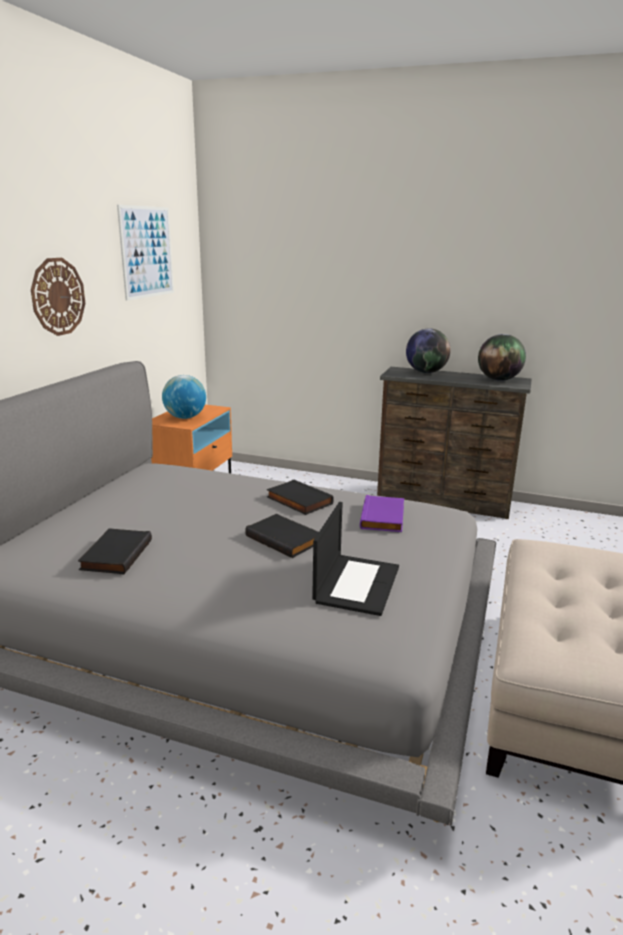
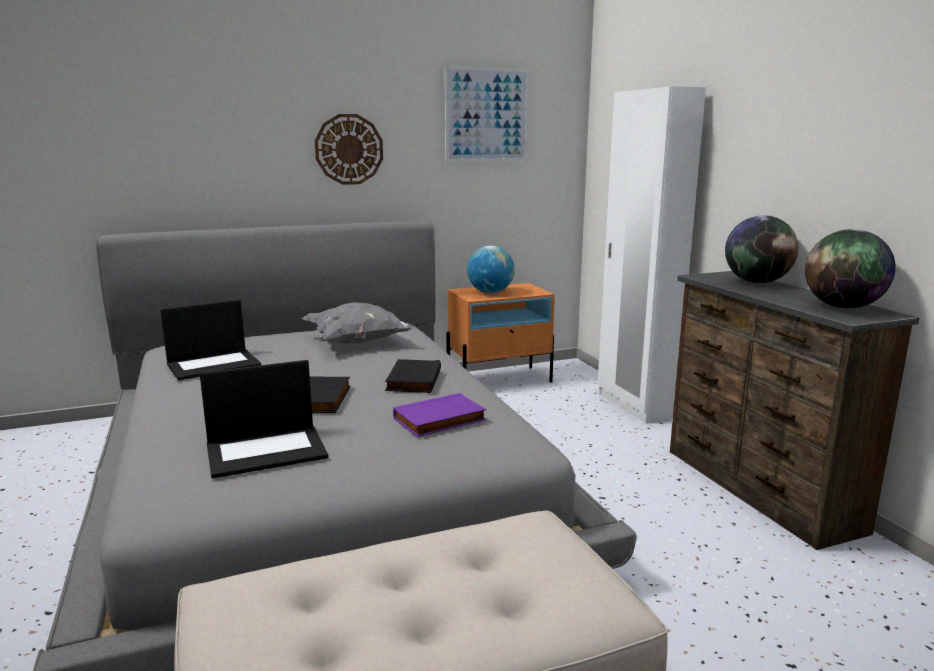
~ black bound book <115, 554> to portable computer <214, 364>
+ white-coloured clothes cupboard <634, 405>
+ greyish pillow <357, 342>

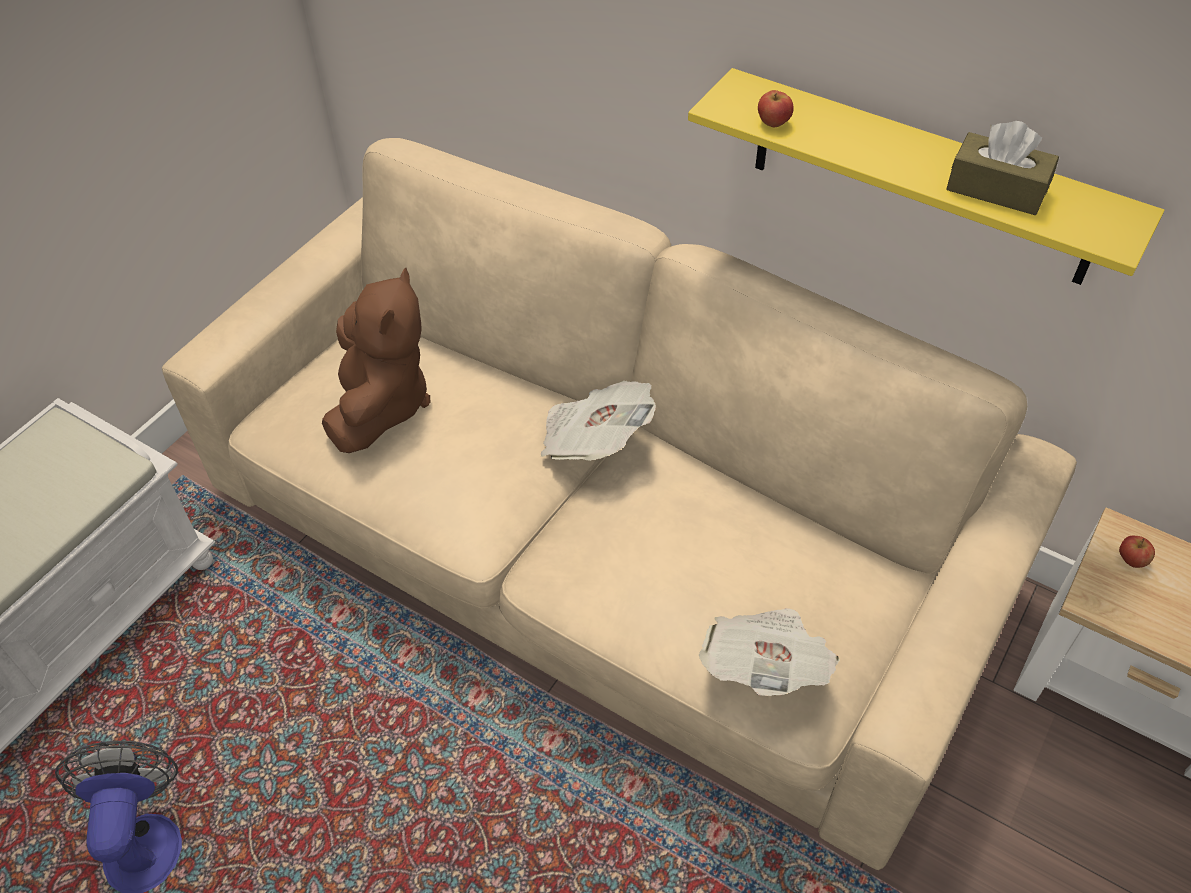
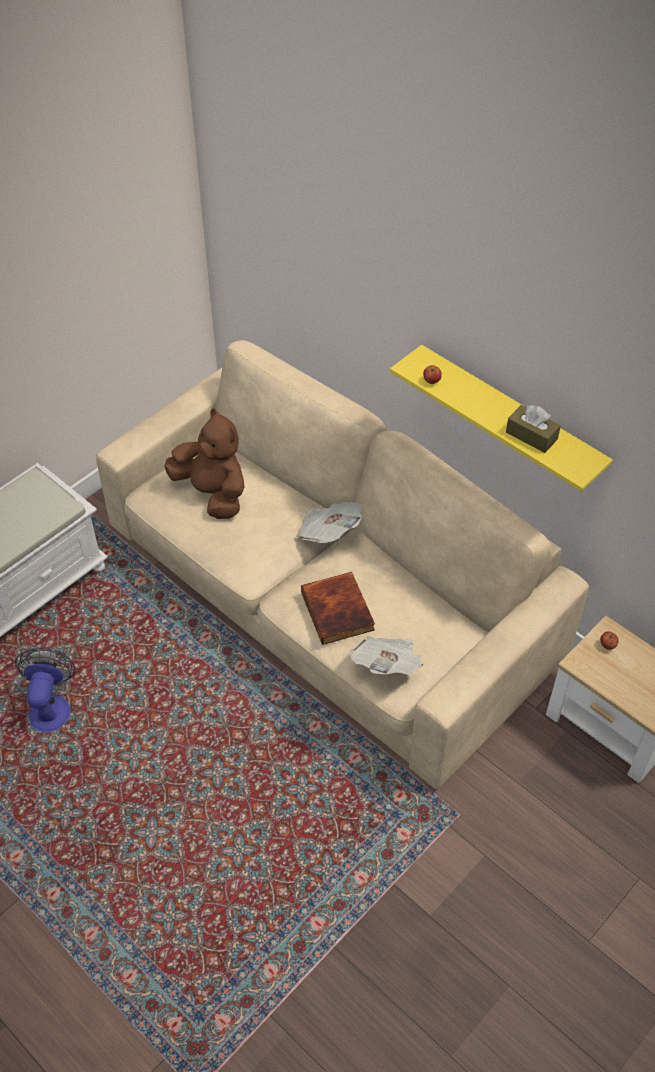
~ brown-coloured plush toy <380, 404> = <212, 493> 60 degrees counterclockwise
+ bound book <339, 611>

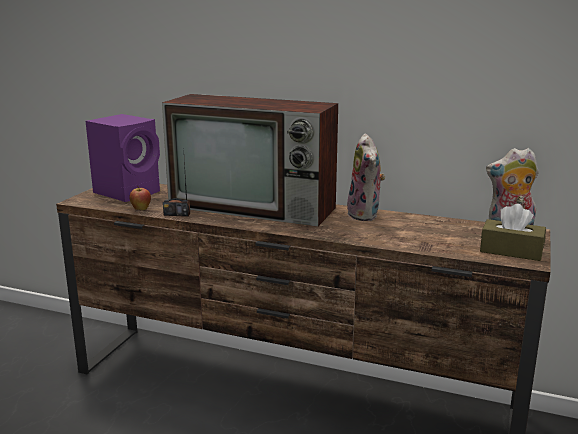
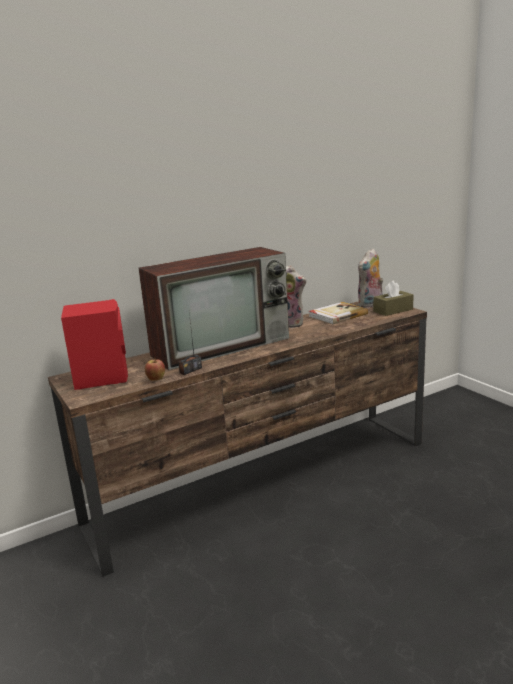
~ purplish speaker <129, 192> to red speaker <101, 377>
+ bound book <337, 315>

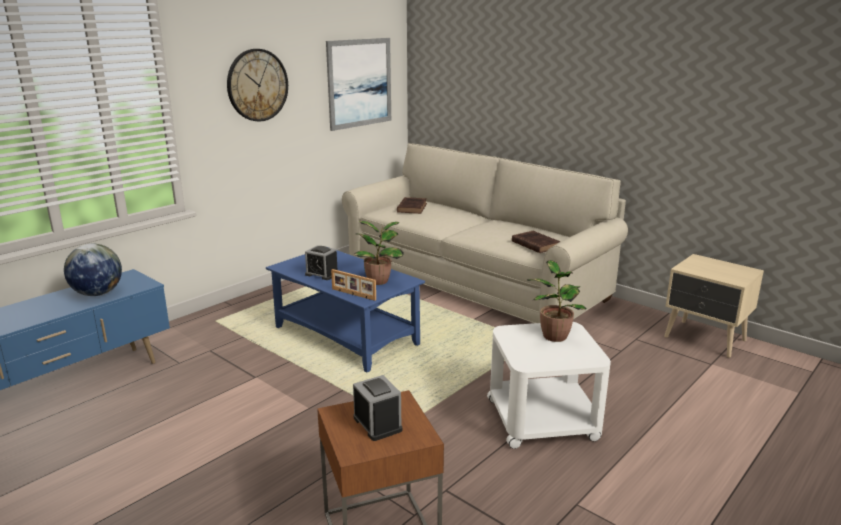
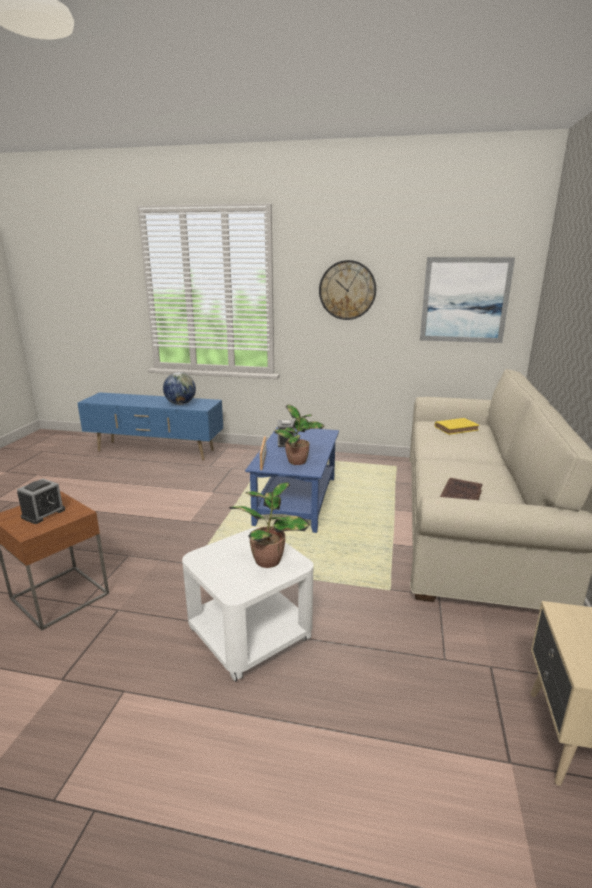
~ brown-coloured bound book <412, 207> to yellowish bound book <457, 428>

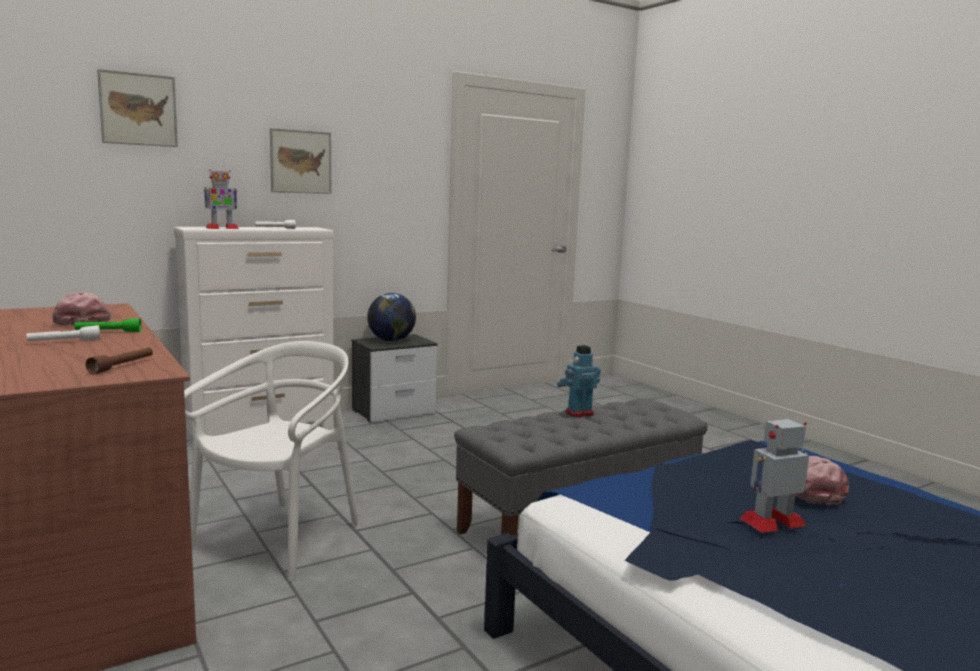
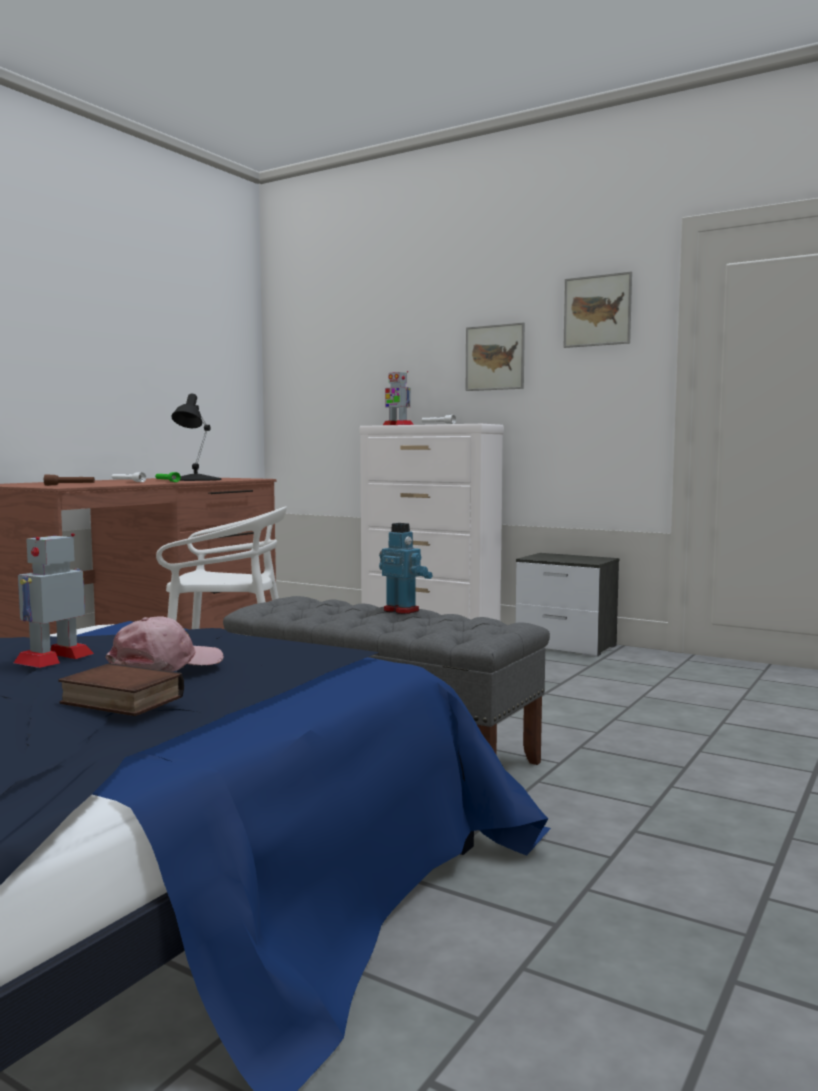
~ wall art <138, 109> to <597, 310>
~ pink baseball cap <81, 321> to black table lamp <195, 480>
- world globe <391, 341>
~ robot figure <772, 521> = <55, 658> 105 degrees counterclockwise
+ bound book <118, 701>

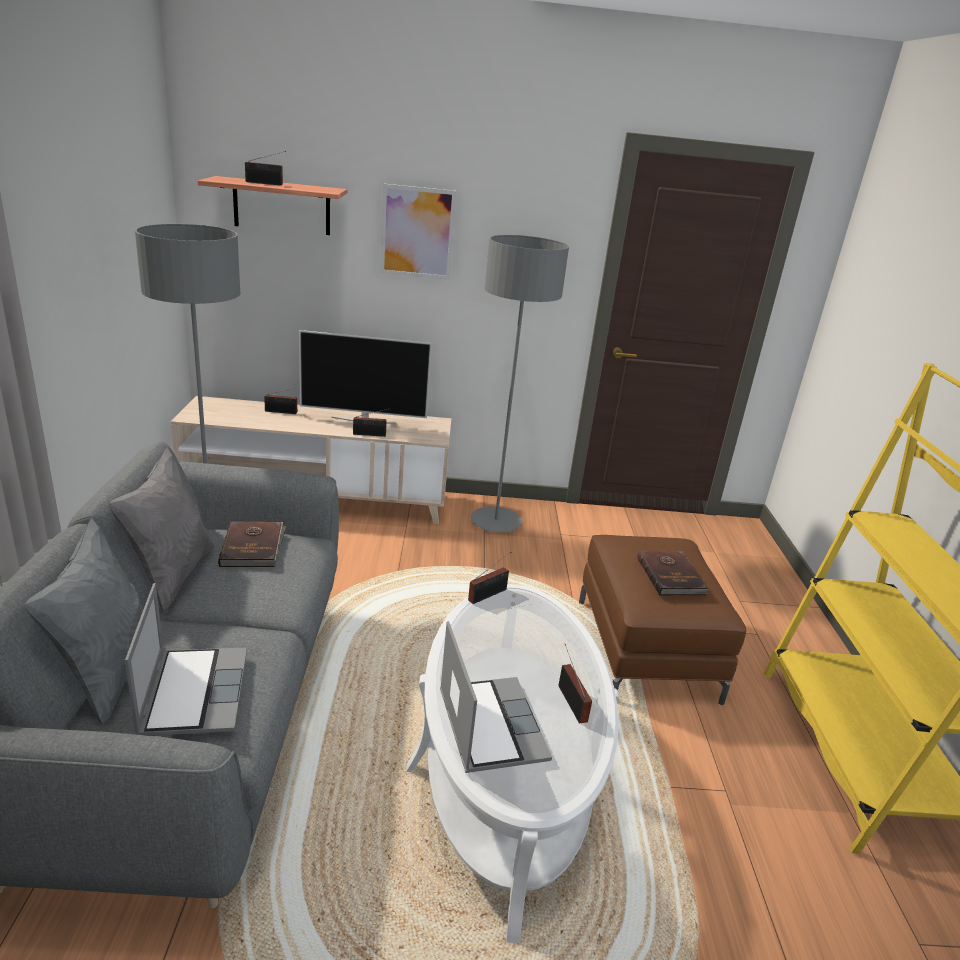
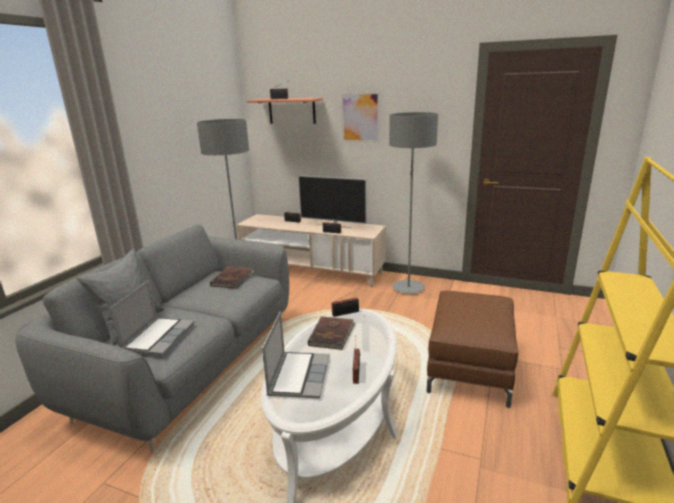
- greyish pillow <172, 575>
~ brown-coloured bound book <671, 575> to <332, 334>

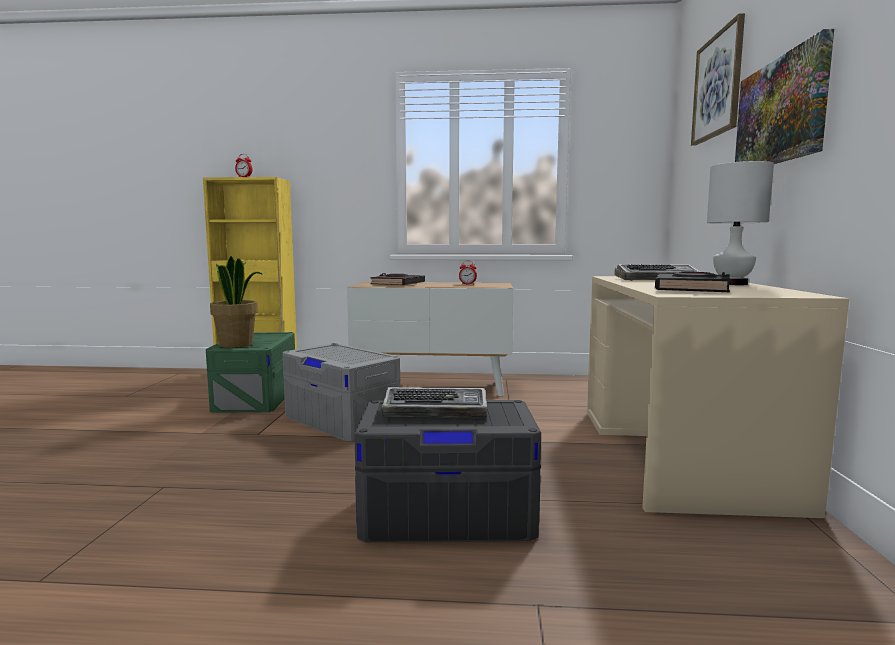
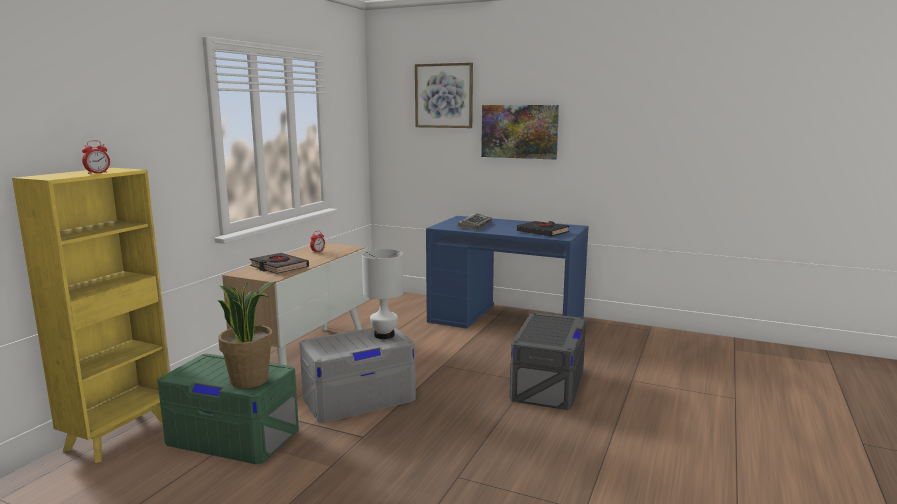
~ white-coloured table lamp <731, 284> to <384, 335>
~ sand-coloured desk unit <678, 453> to blue desk unit <505, 320>
- PC keyboard <436, 411>

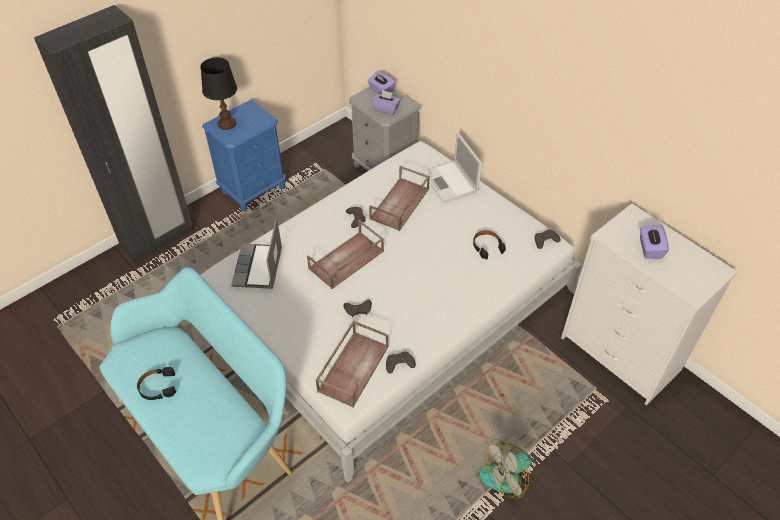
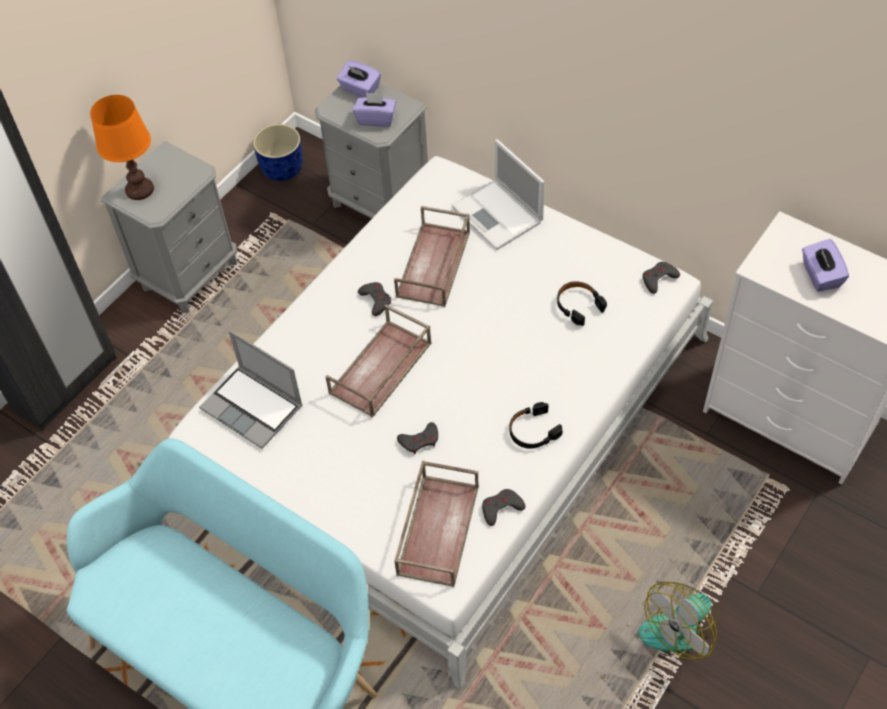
~ black table lamp <227, 124> to orange table lamp <140, 189>
~ blue nightstand <254, 189> to greyish nightstand <190, 274>
~ portable computer <258, 268> = <254, 407> 45 degrees counterclockwise
~ black pair of headphones <157, 387> to <533, 431>
+ blue plant pot <283, 169>

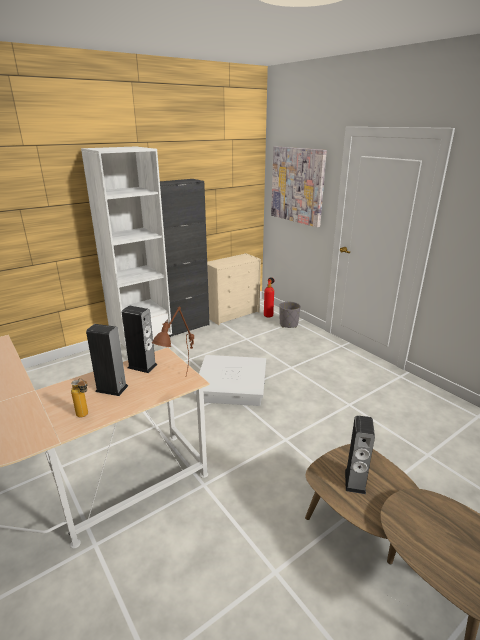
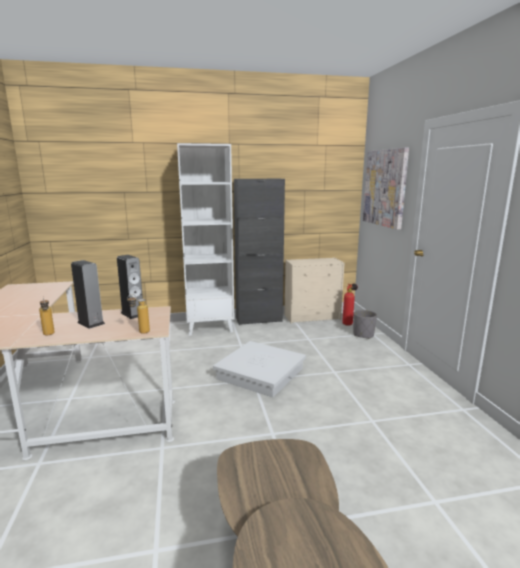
~ brown-coloured table lamp <179, 387> to bottle <140, 332>
- speaker <355, 481>

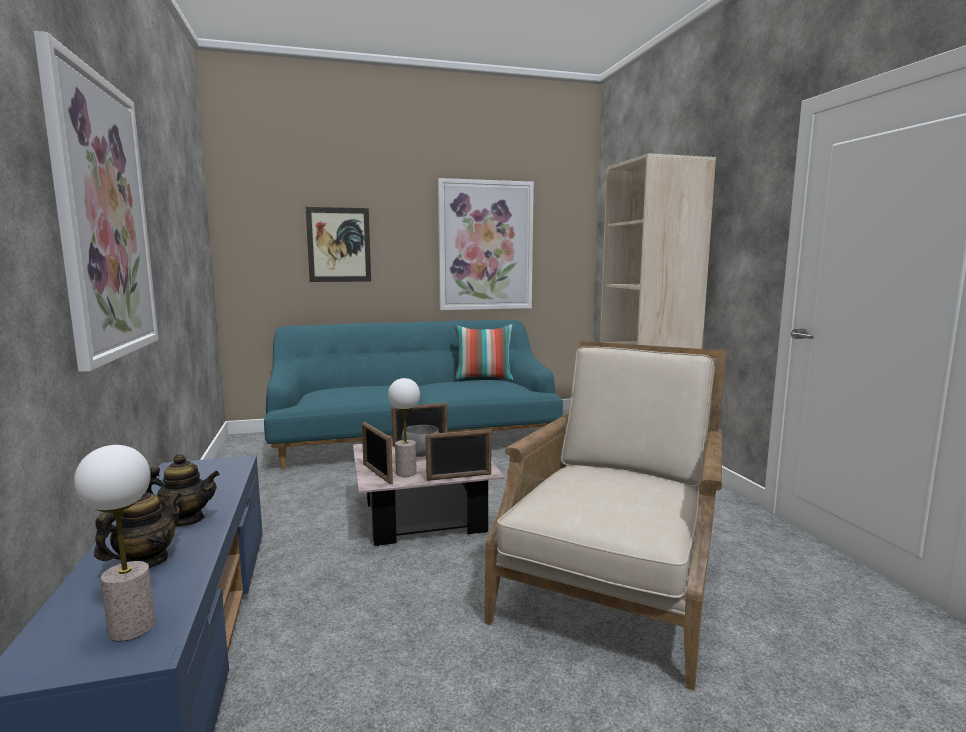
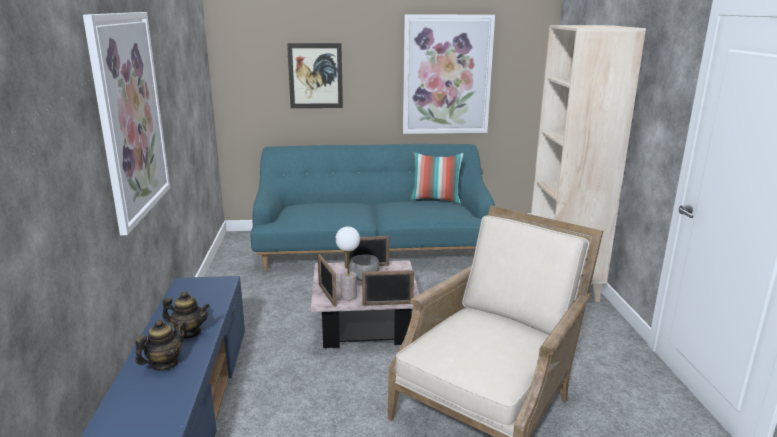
- table lamp <131, 628>

